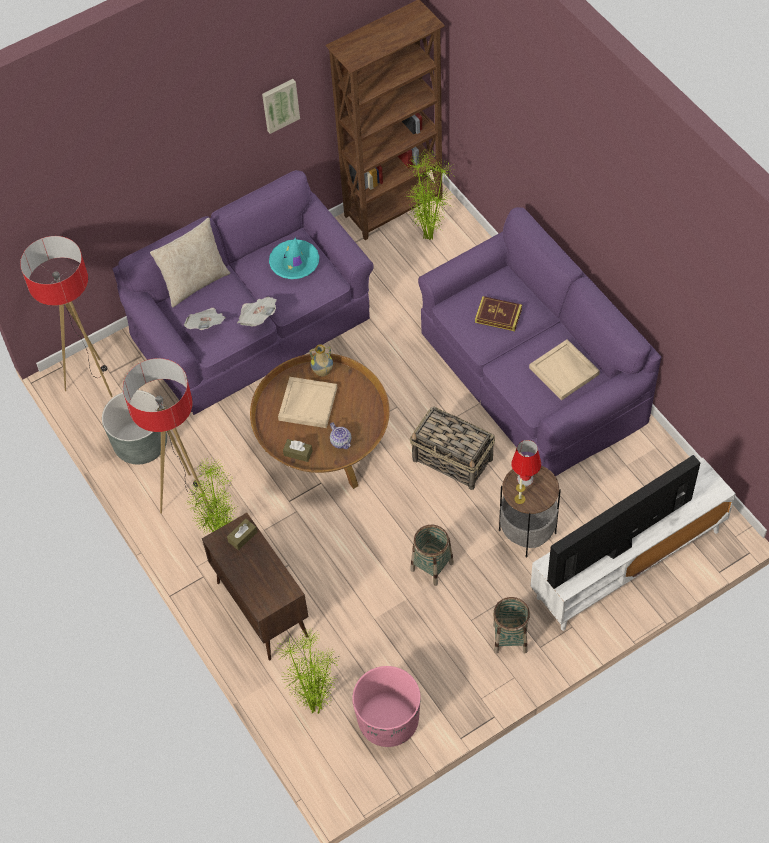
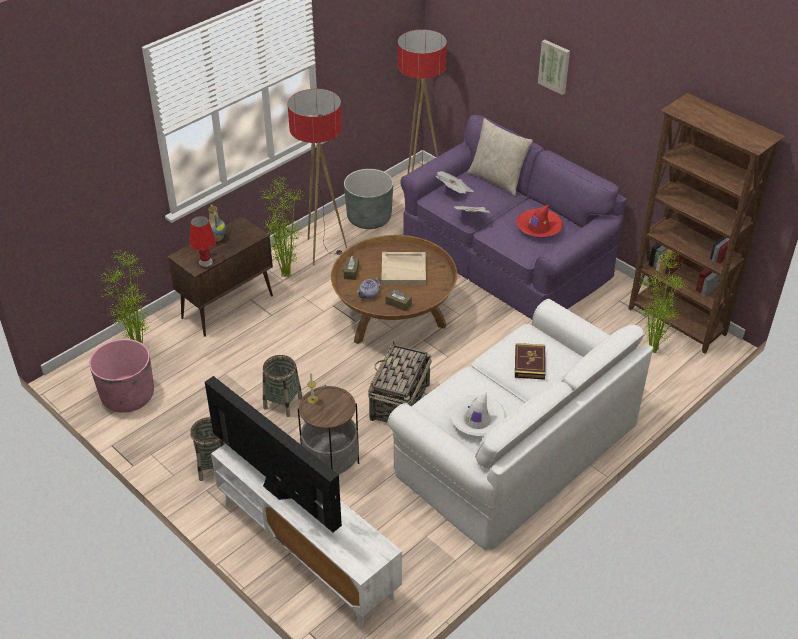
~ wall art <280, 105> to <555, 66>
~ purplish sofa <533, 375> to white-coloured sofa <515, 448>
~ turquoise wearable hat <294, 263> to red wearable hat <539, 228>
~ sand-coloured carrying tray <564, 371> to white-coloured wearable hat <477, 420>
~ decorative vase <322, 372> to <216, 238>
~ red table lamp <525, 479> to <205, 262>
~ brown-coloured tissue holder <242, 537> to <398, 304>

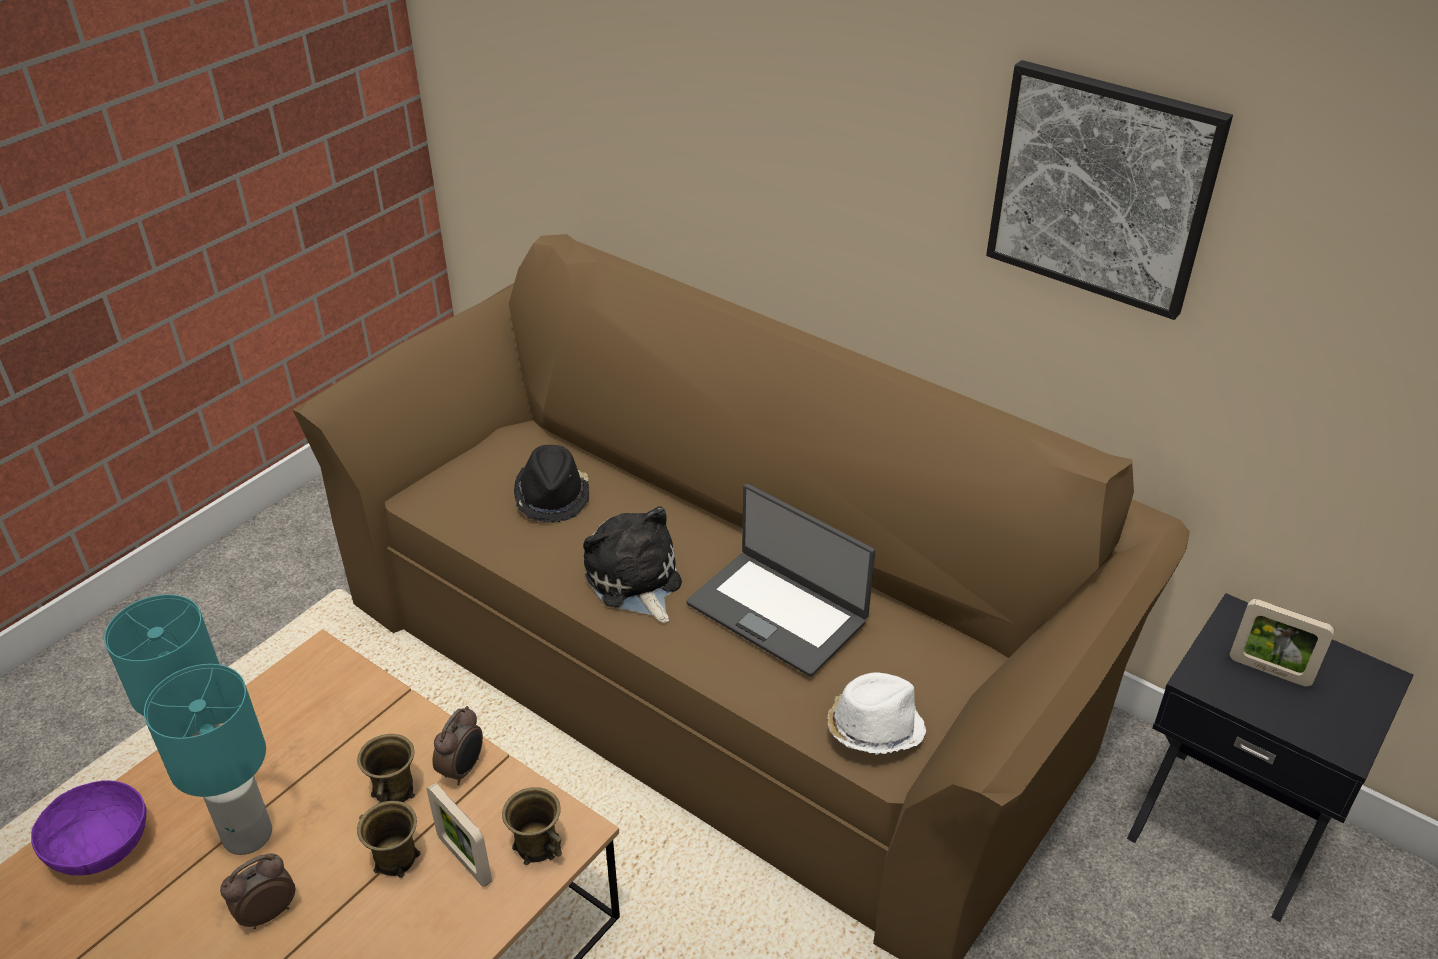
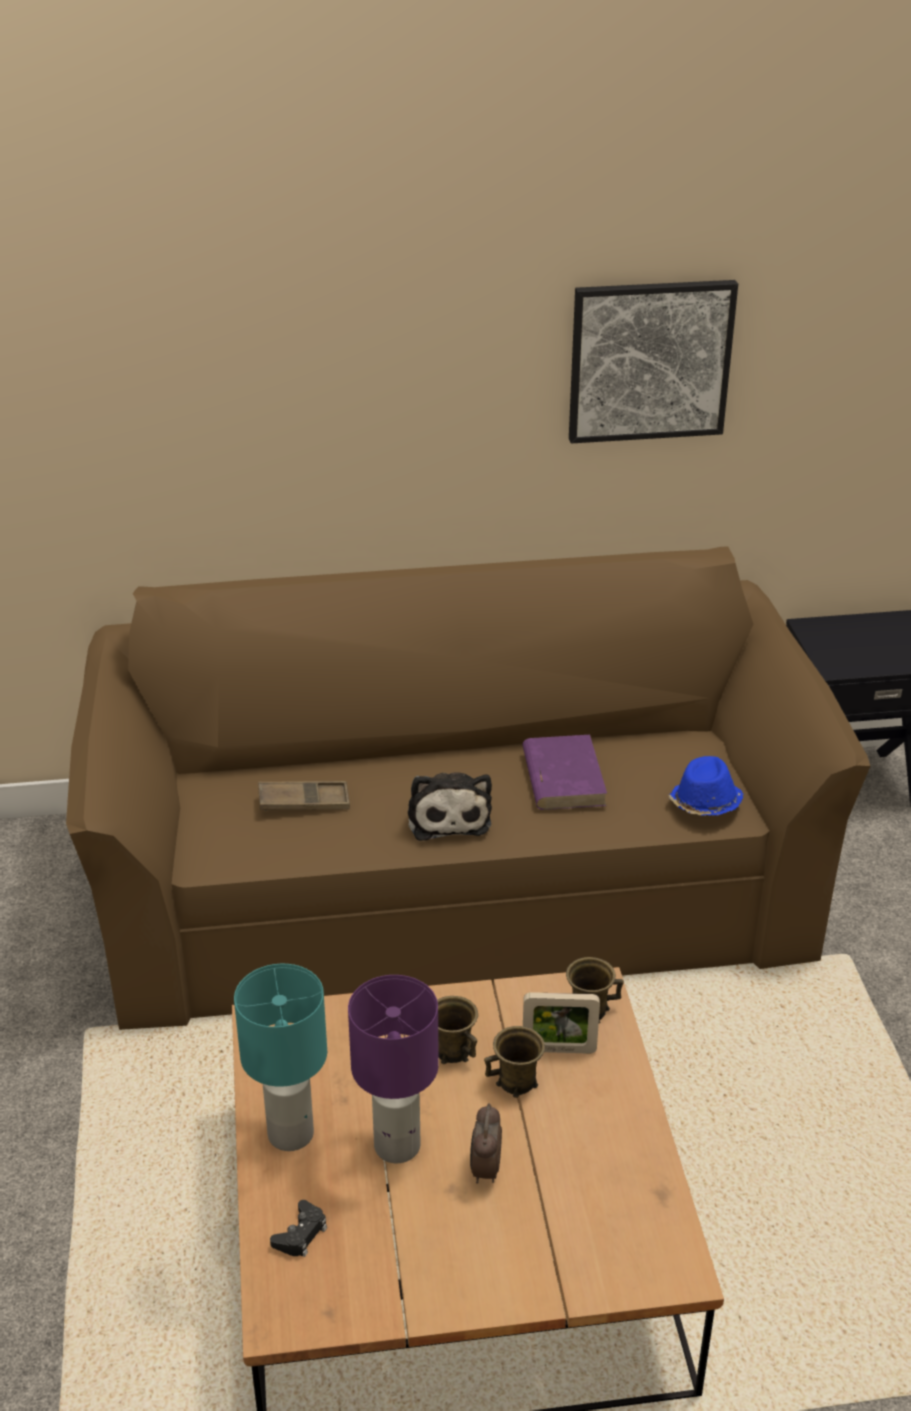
~ black wearable hat <553, 496> to brown-coloured carrying tray <304, 802>
~ portable computer <778, 611> to purplish bound book <563, 777>
~ plush toy <635, 581> = <448, 816> 120 degrees counterclockwise
- picture frame <1269, 670>
~ turquoise table lamp <248, 836> to purplish table lamp <398, 1146>
~ white-coloured wearable hat <873, 728> to blue wearable hat <704, 804>
- bedside clock <463, 769>
~ purplish deep dish <99, 846> to black gamepad <300, 1234>

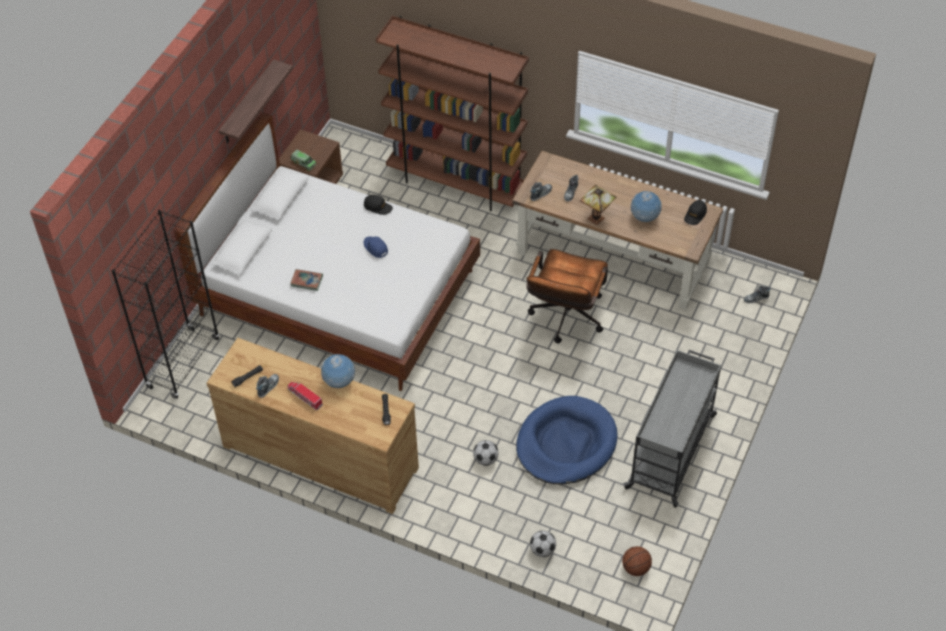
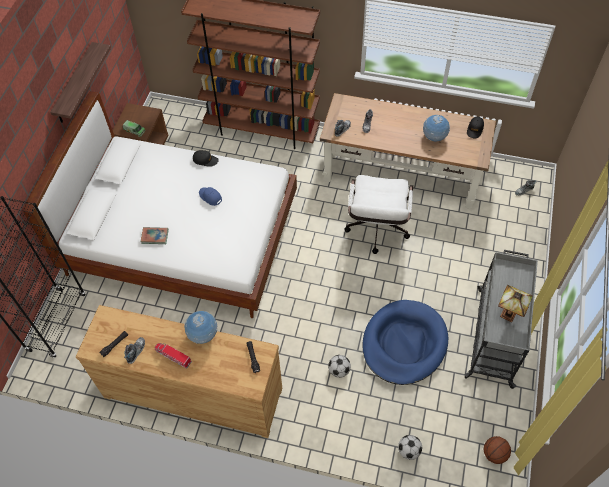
~ table lamp <597, 218> to <509, 314>
~ brown-coloured computer chair <565, 319> to white-coloured computer chair <376, 231>

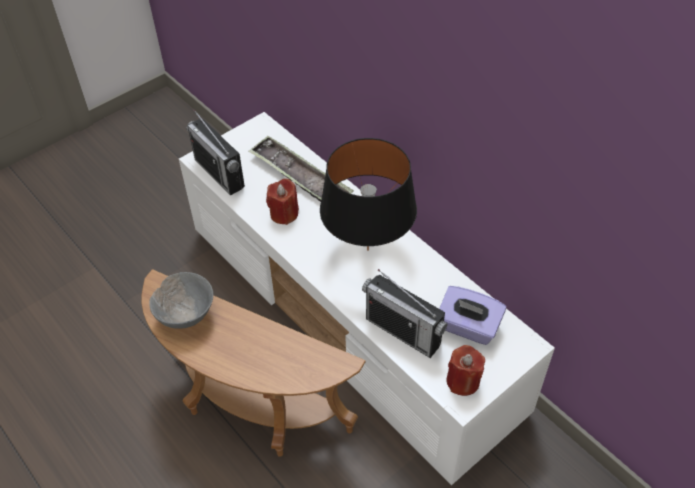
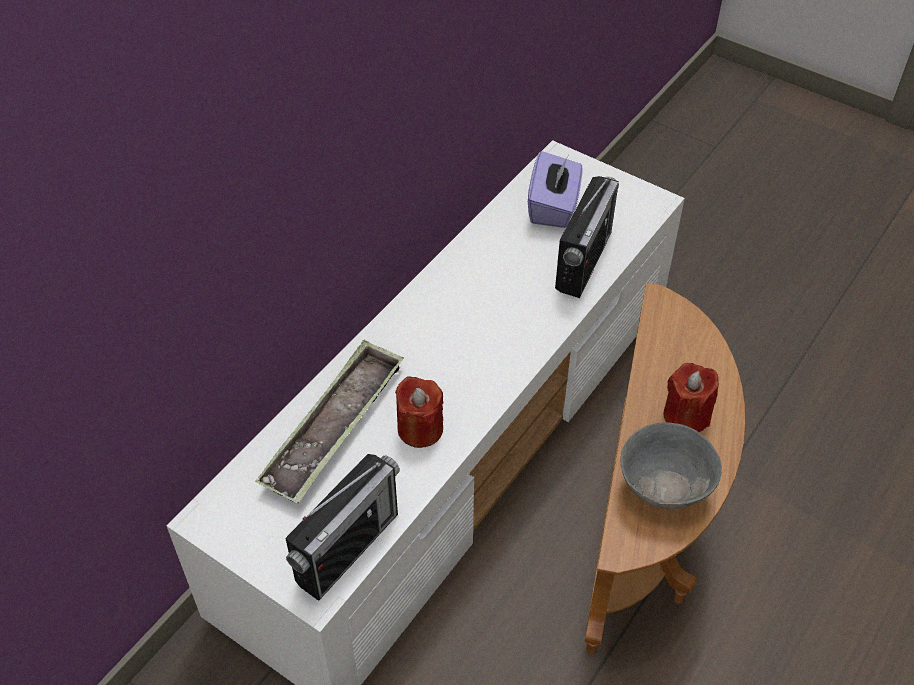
- black table lamp <368, 249>
~ red wax candle <463, 381> to <686, 416>

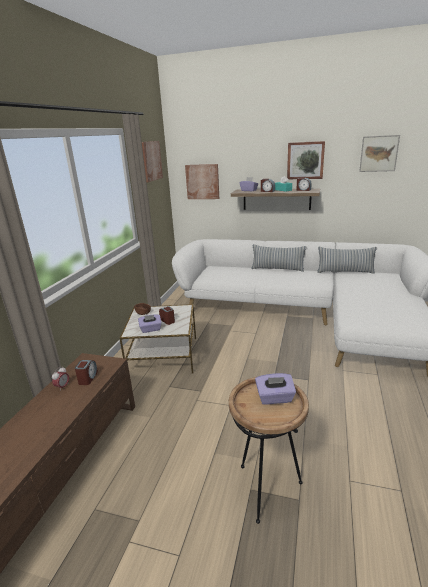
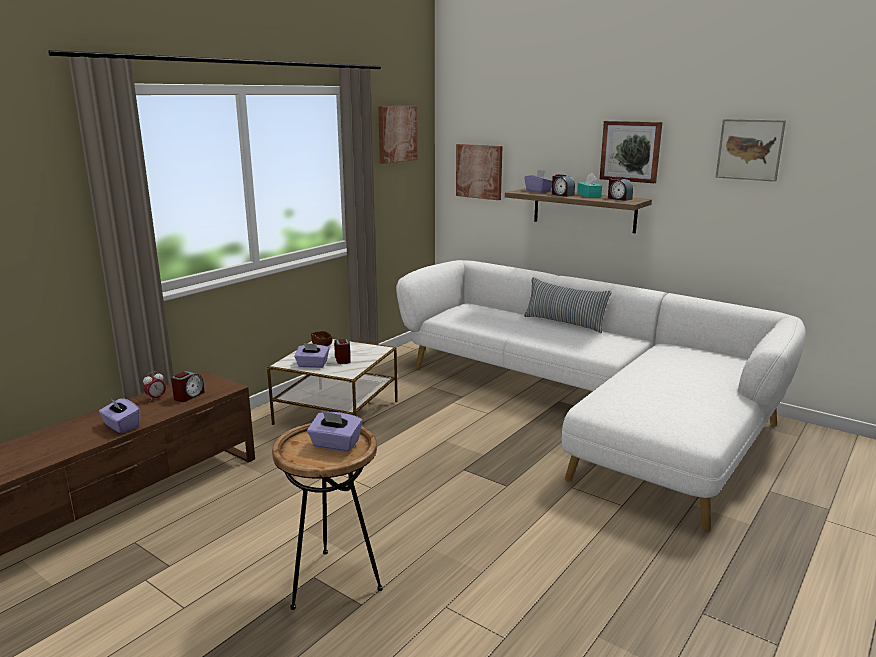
- pillow <345, 272>
+ purplish tissue holder <121, 426>

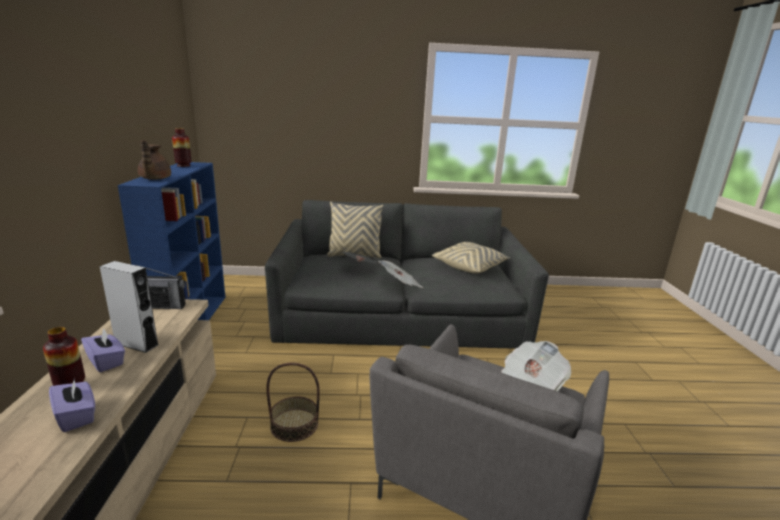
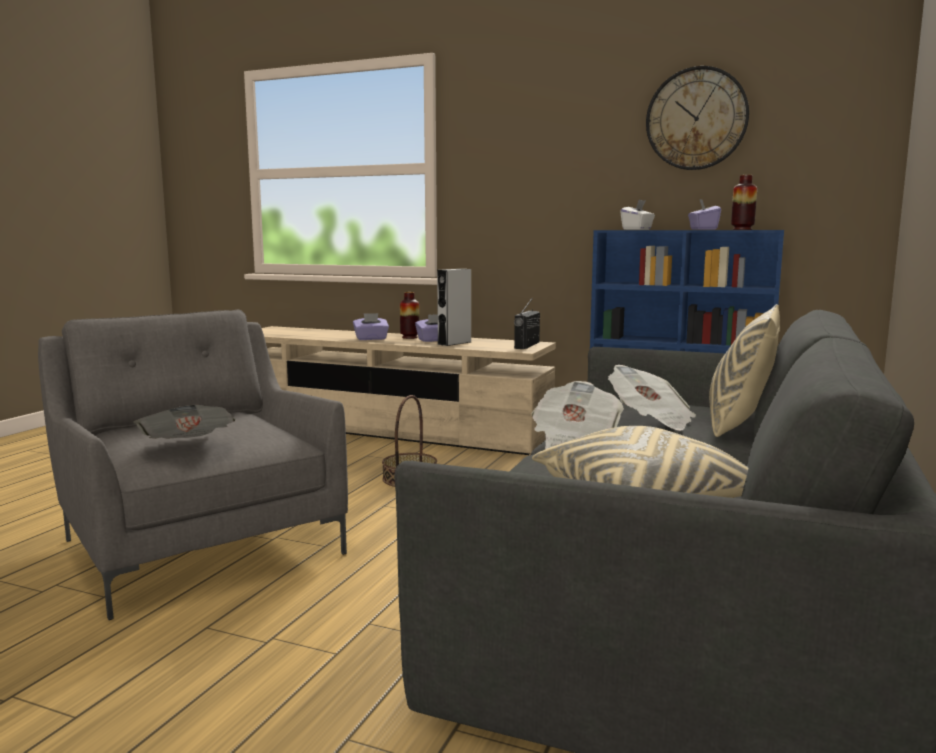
~ brown-coloured pot for tea <154, 179> to white-coloured tissue holder <637, 229>
+ wall clock <696, 119>
+ purplish tissue holder <703, 229>

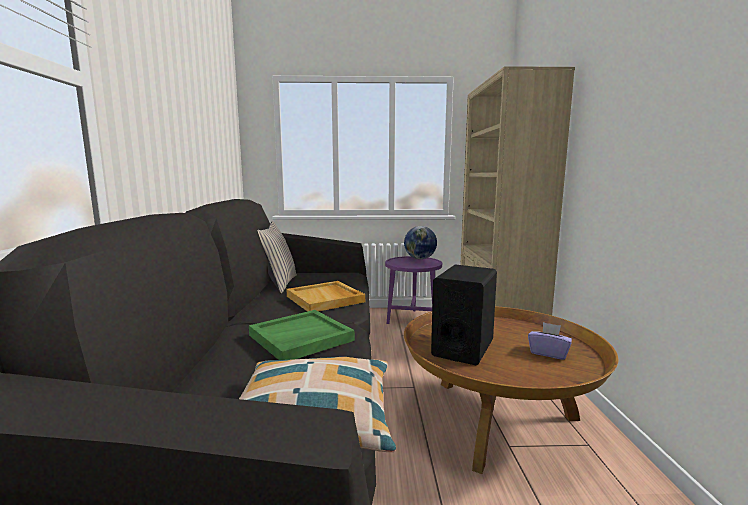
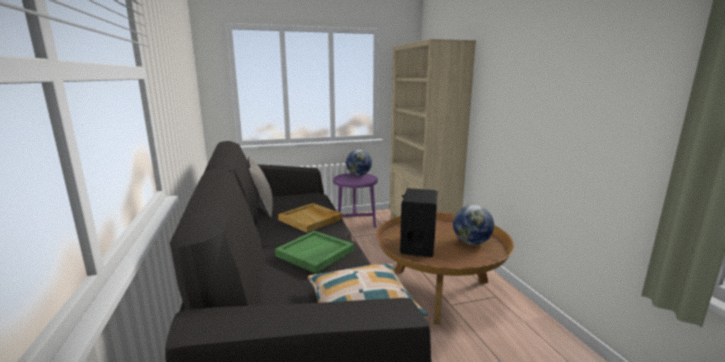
~ purplish tissue holder <548, 353> to world globe <471, 242>

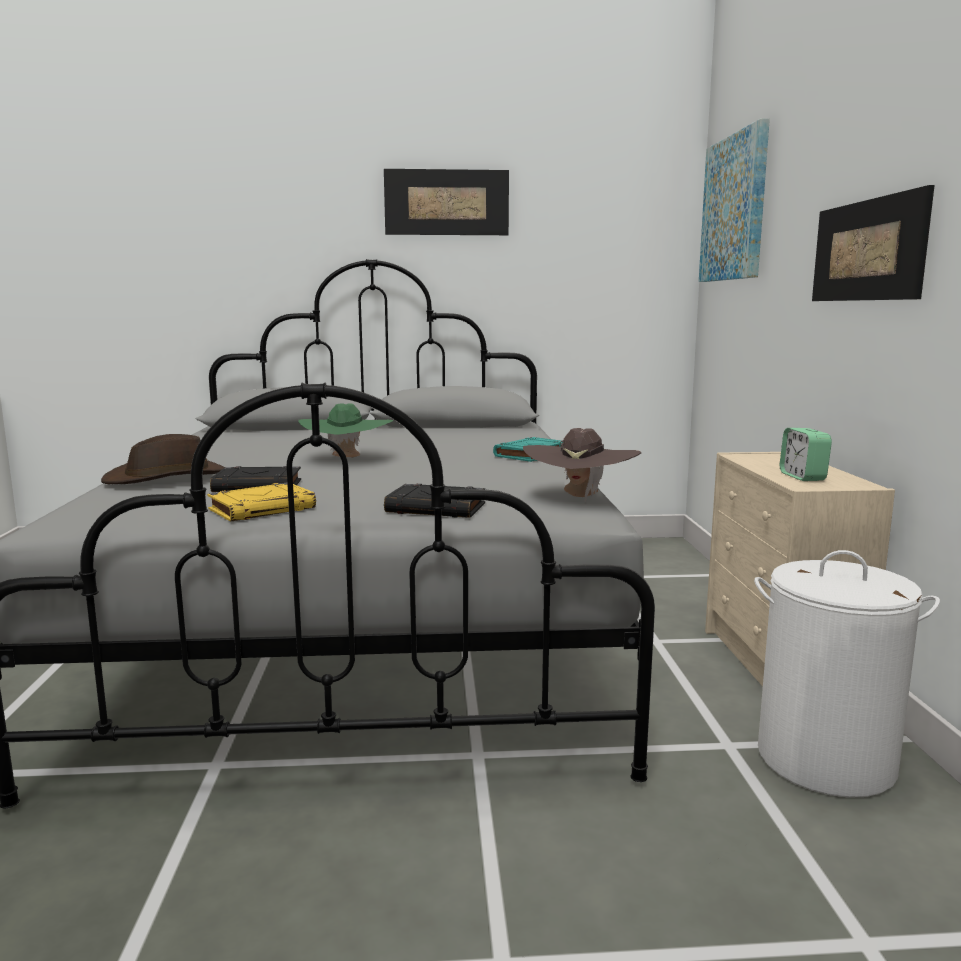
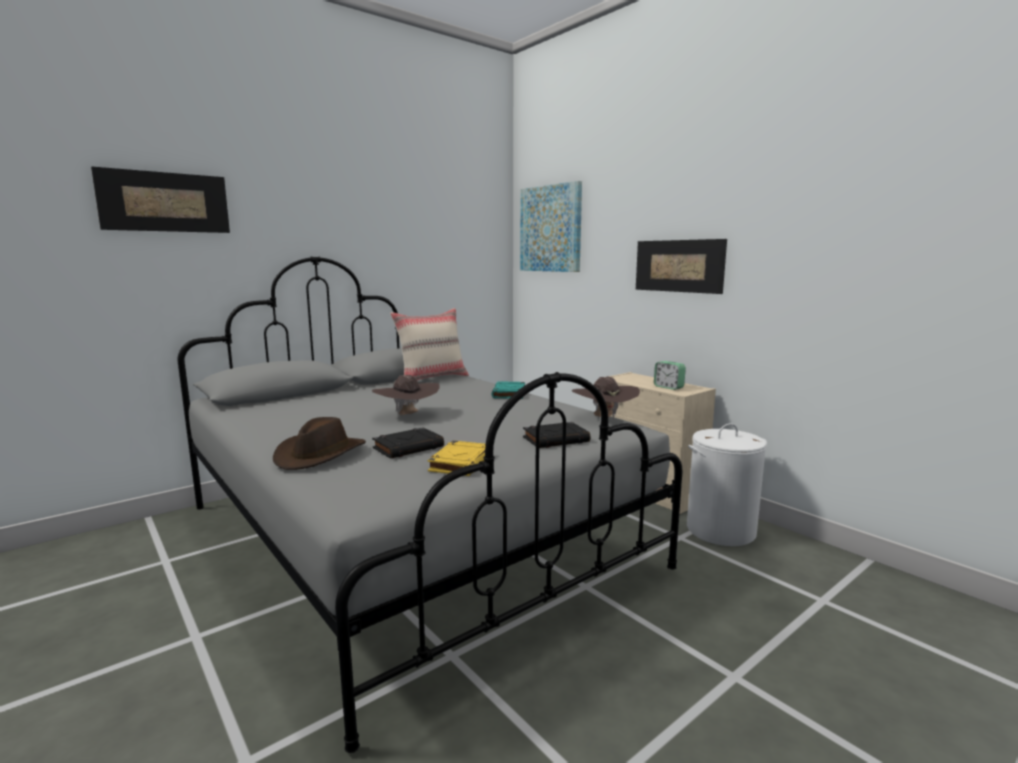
~ wall art <446, 202> to <165, 202>
~ greenish wearable hat <347, 459> to brown-coloured wearable hat <407, 415>
+ sand-coloured pillow <432, 378>

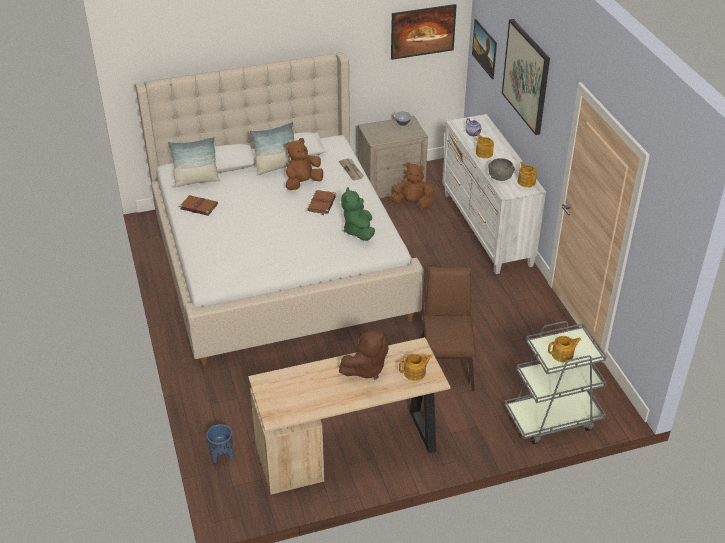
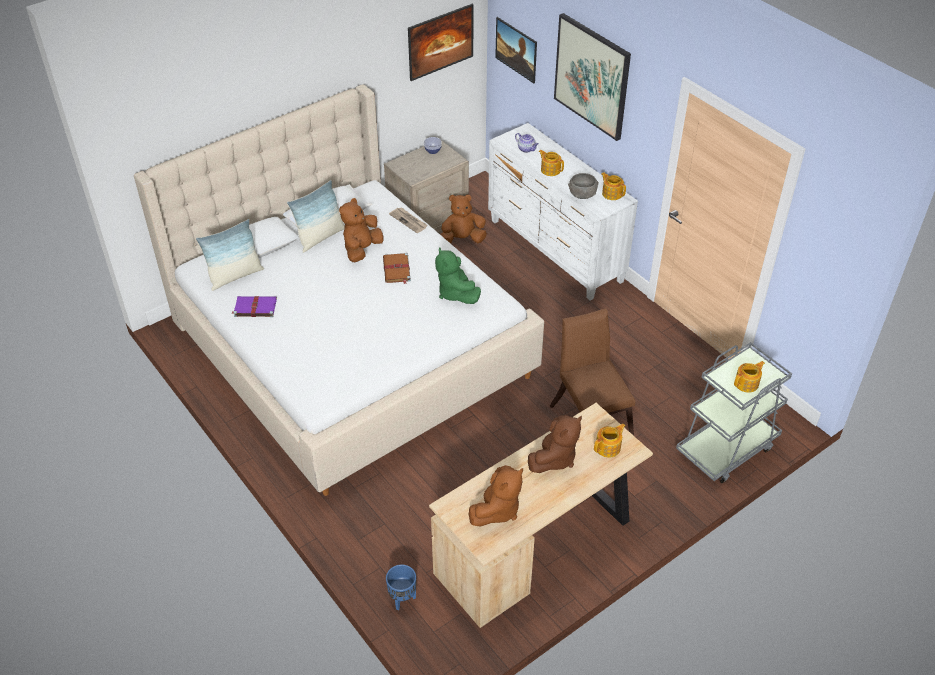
~ brown-coloured bound book <198, 206> to purplish bound book <254, 308>
+ brown-coloured plush toy <497, 510>

